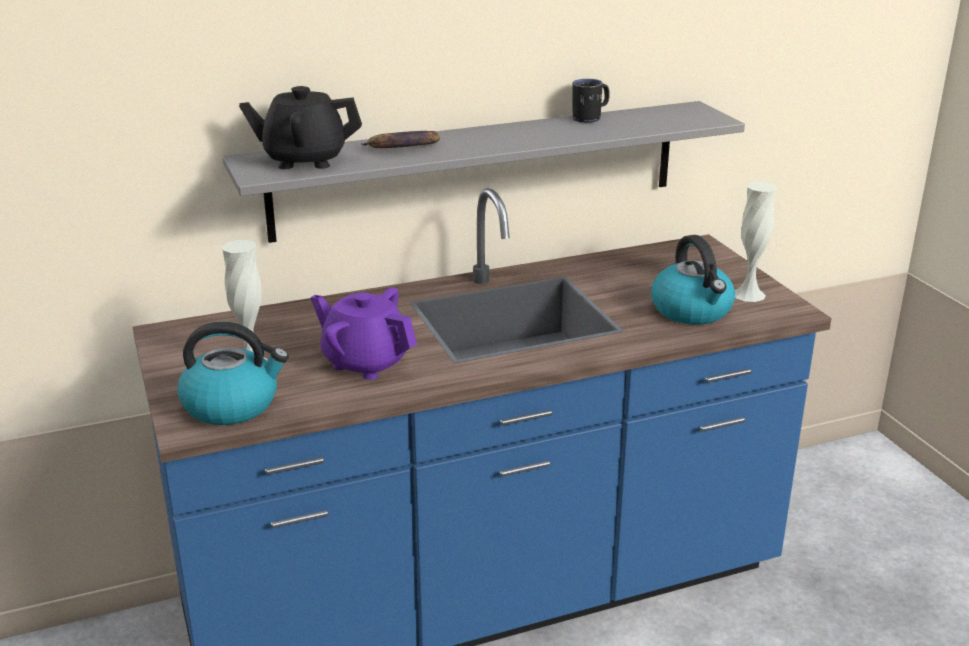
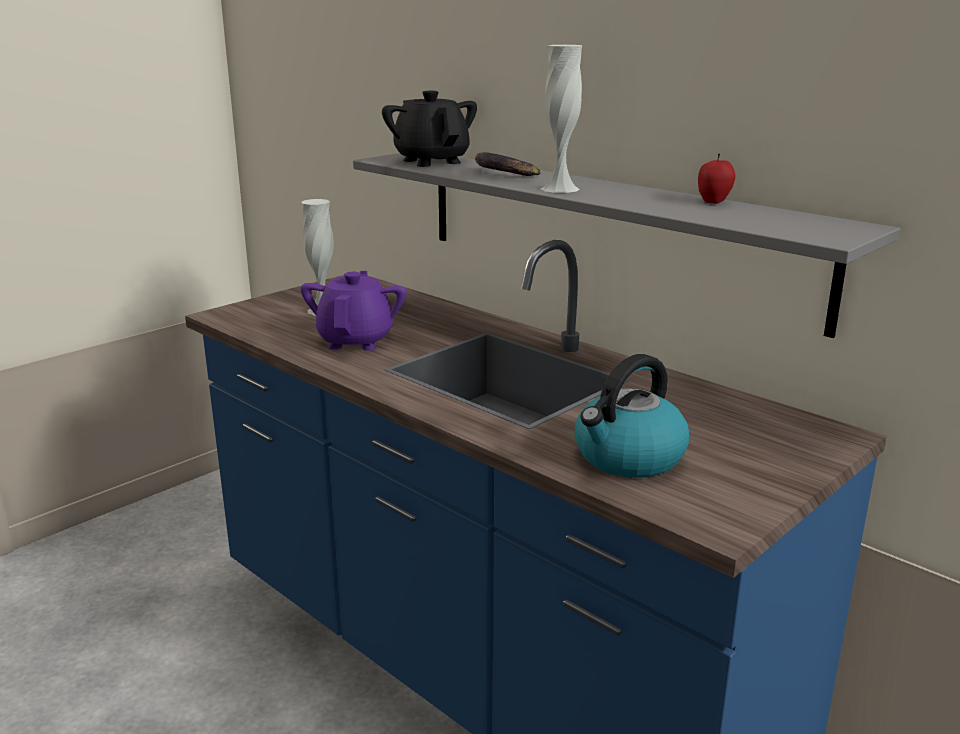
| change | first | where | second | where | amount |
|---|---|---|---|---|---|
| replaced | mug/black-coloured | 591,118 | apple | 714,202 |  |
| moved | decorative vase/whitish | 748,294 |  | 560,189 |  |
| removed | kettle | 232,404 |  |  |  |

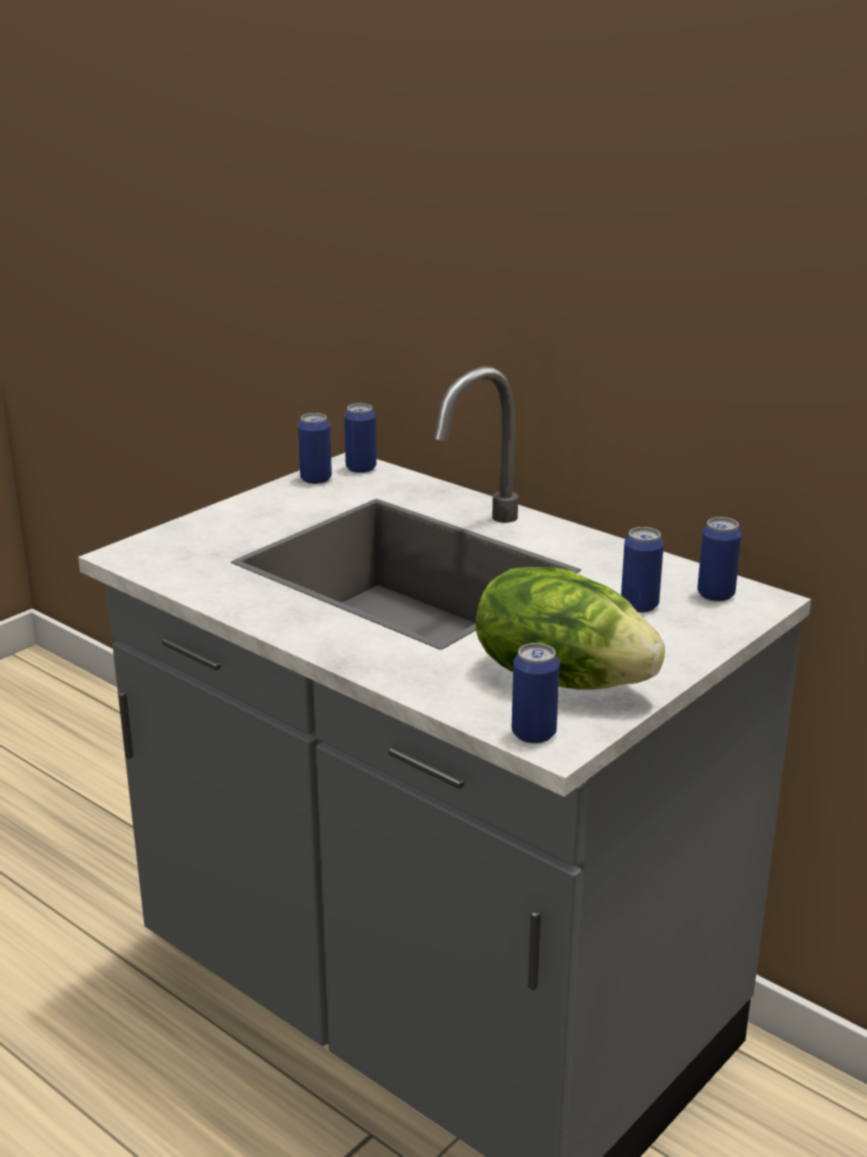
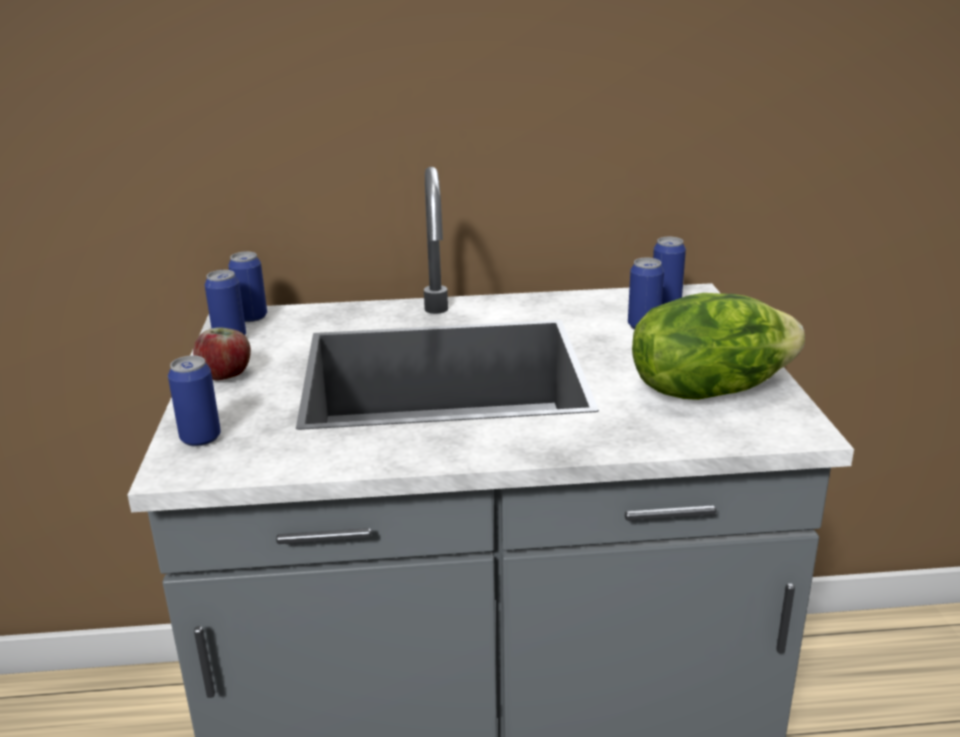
| change | first | where | second | where | amount |
|---|---|---|---|---|---|
| moved | metal can | 533,734 |  | 200,438 |  |
| added |  |  | apple | 226,375 |  |

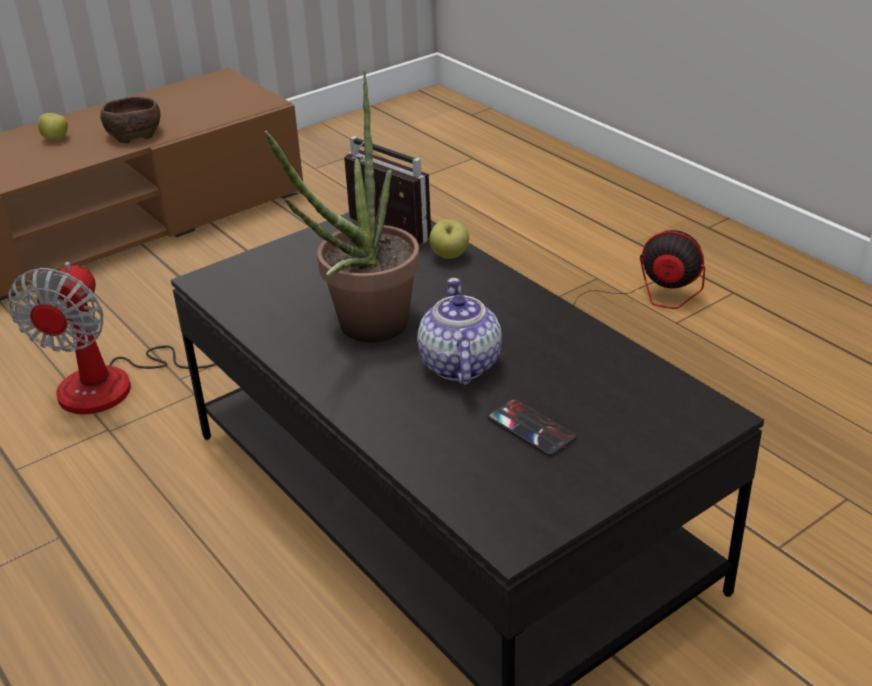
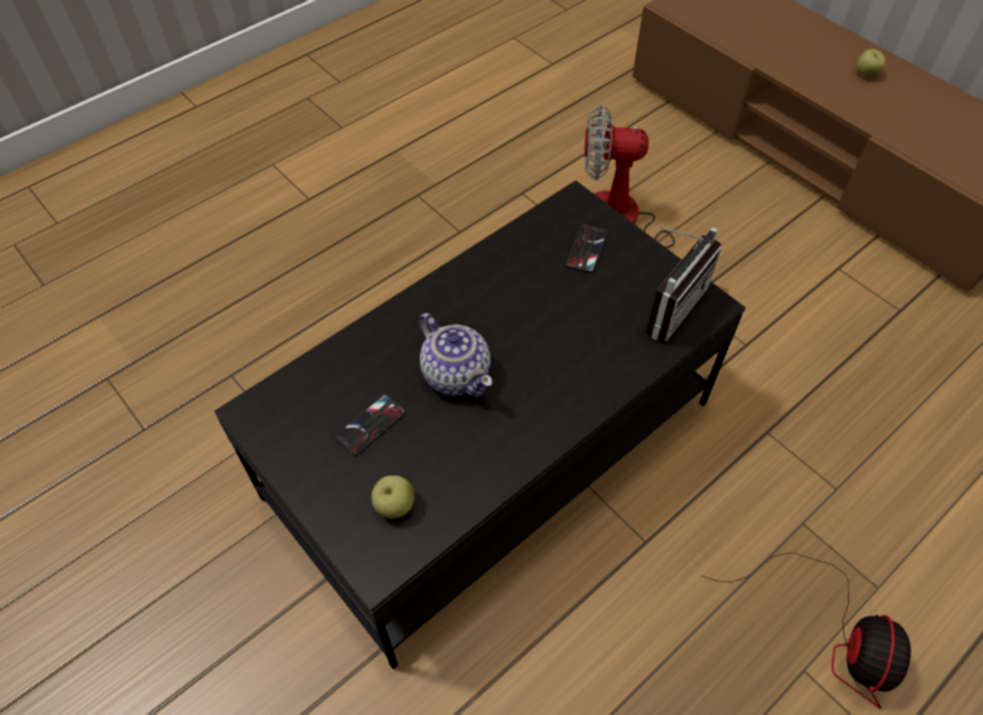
| change | first | where | second | where | amount |
|---|---|---|---|---|---|
| removed | houseplant | 364,331 |  |  |  |
| removed | serving bowl/brown | 133,134 |  |  |  |
| moved | apple | 449,256 |  | 394,506 |  |
| turned | tea pot | 459,365 |  | 456,374 | 60 degrees clockwise |
| added |  |  | phone | 586,249 |  |

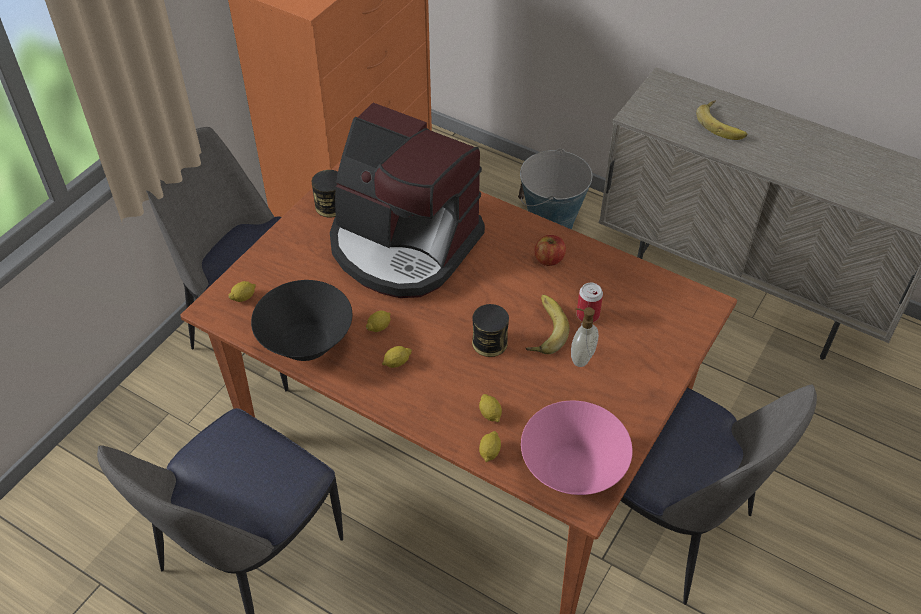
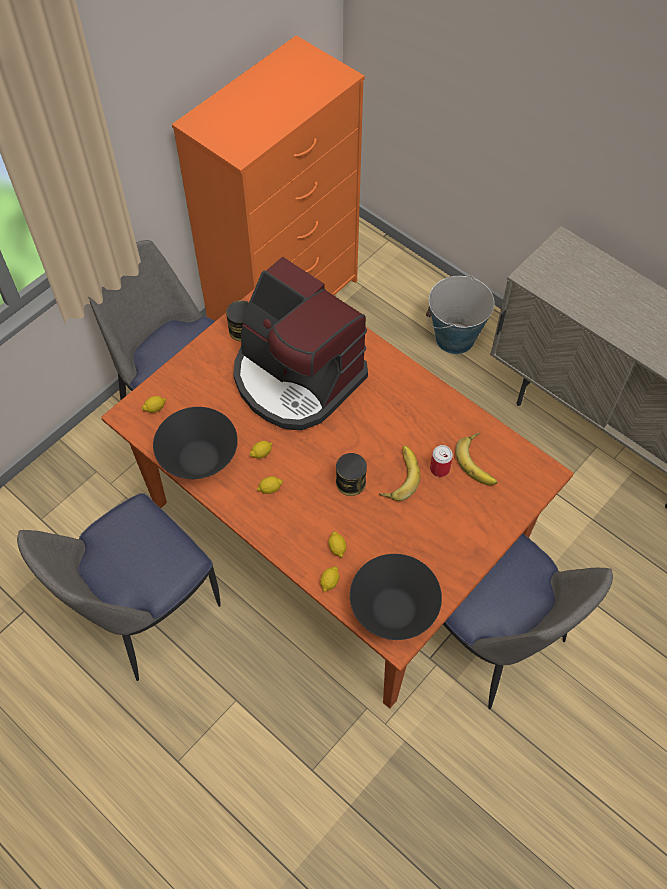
| change | first | where | second | where | amount |
|---|---|---|---|---|---|
| moved | banana fruit | 722,124 |  | 479,461 |  |
| removed | apple | 549,259 |  |  |  |
| removed | soap bottle | 581,357 |  |  |  |
| recoloured | serving bowl/pinkish | 573,470 | serving bowl/black-coloured | 394,609 |  |

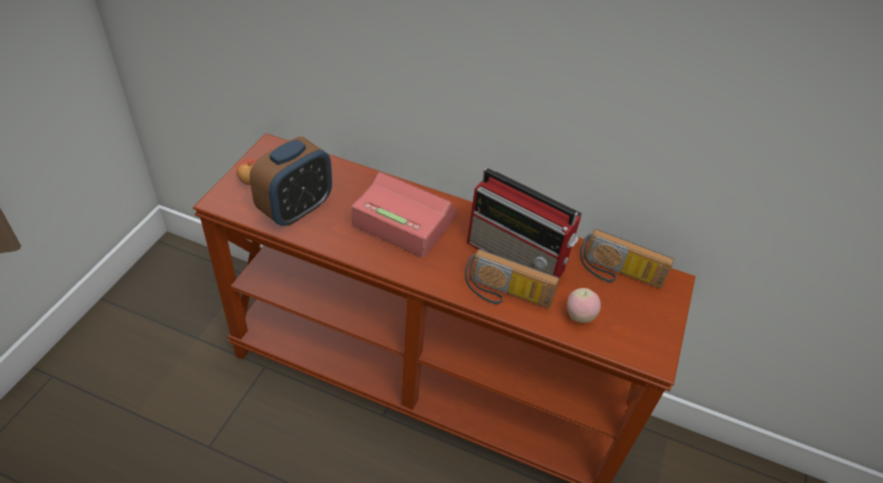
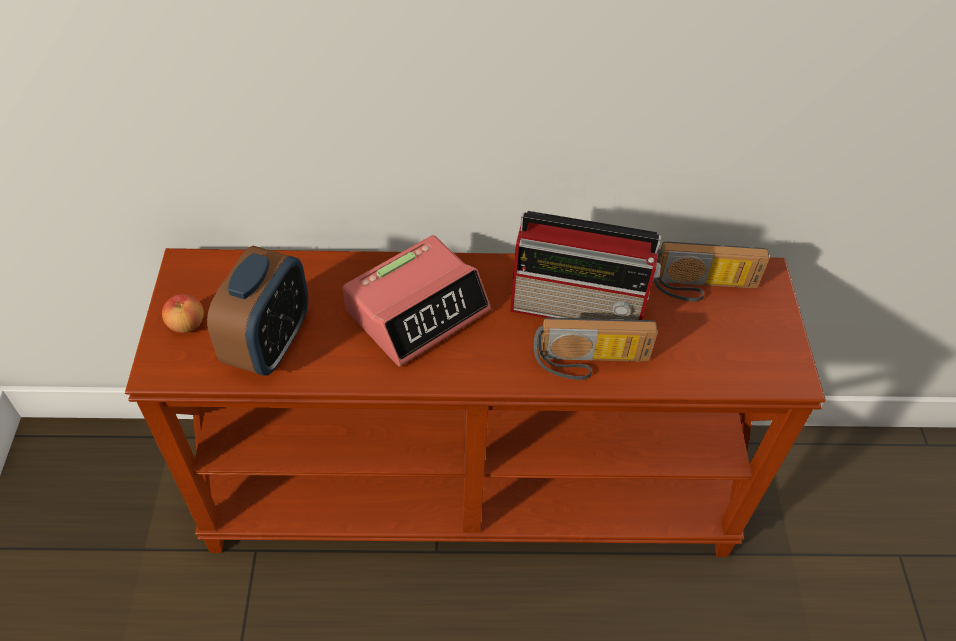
| change | first | where | second | where | amount |
|---|---|---|---|---|---|
| turned | bedside clock | 403,221 |  | 418,310 | 135 degrees clockwise |
| removed | apple | 579,316 |  |  |  |

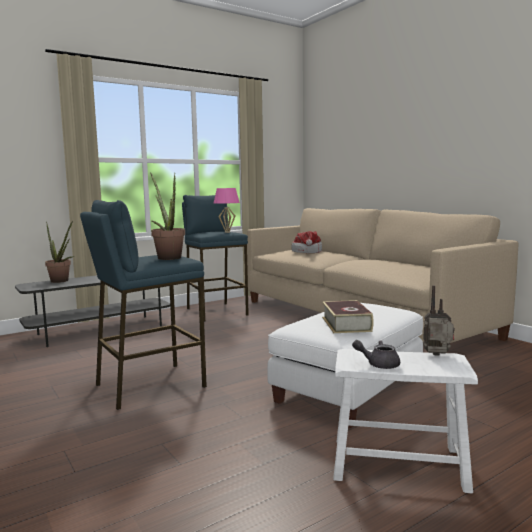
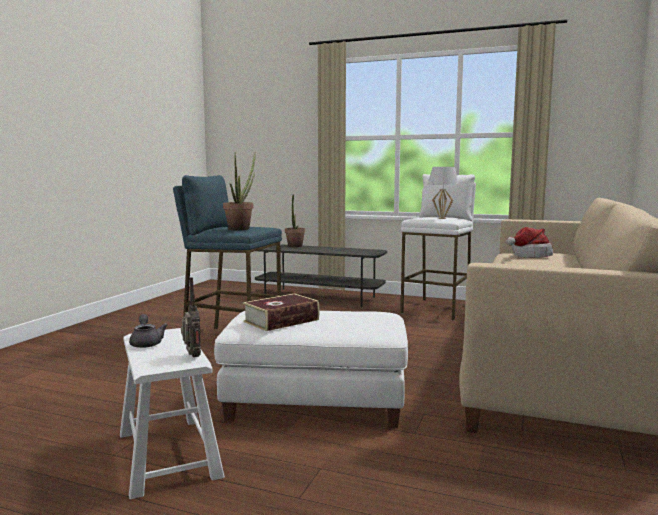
| change | first | where | second | where | amount |
|---|---|---|---|---|---|
| recoloured | lamp for a table/pinkish | 227,232 | lamp for a table/whitish | 441,218 |  |
| recoloured | sitting stool/bluish | 216,311 | sitting stool/whitish | 437,309 |  |

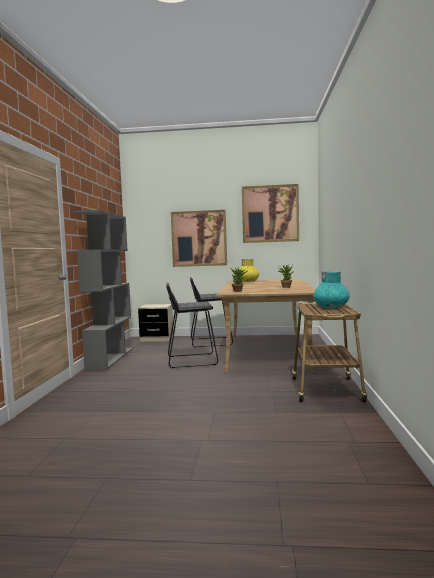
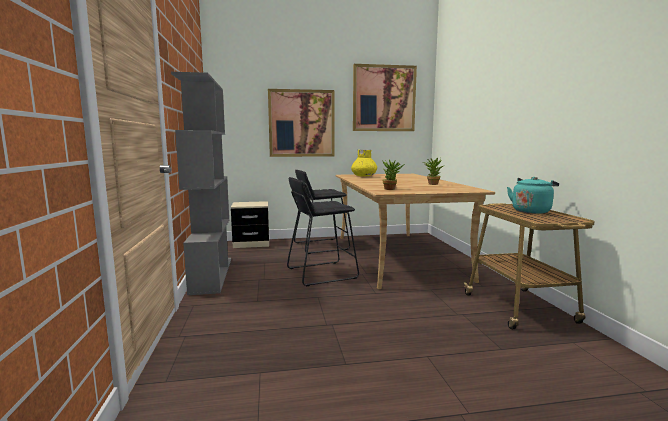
| change | first | where | second | where | amount |
|---|---|---|---|---|---|
| replaced | decorative vase/turquoise-coloured | 331,307 | kettle/turquoise-coloured | 531,211 |  |

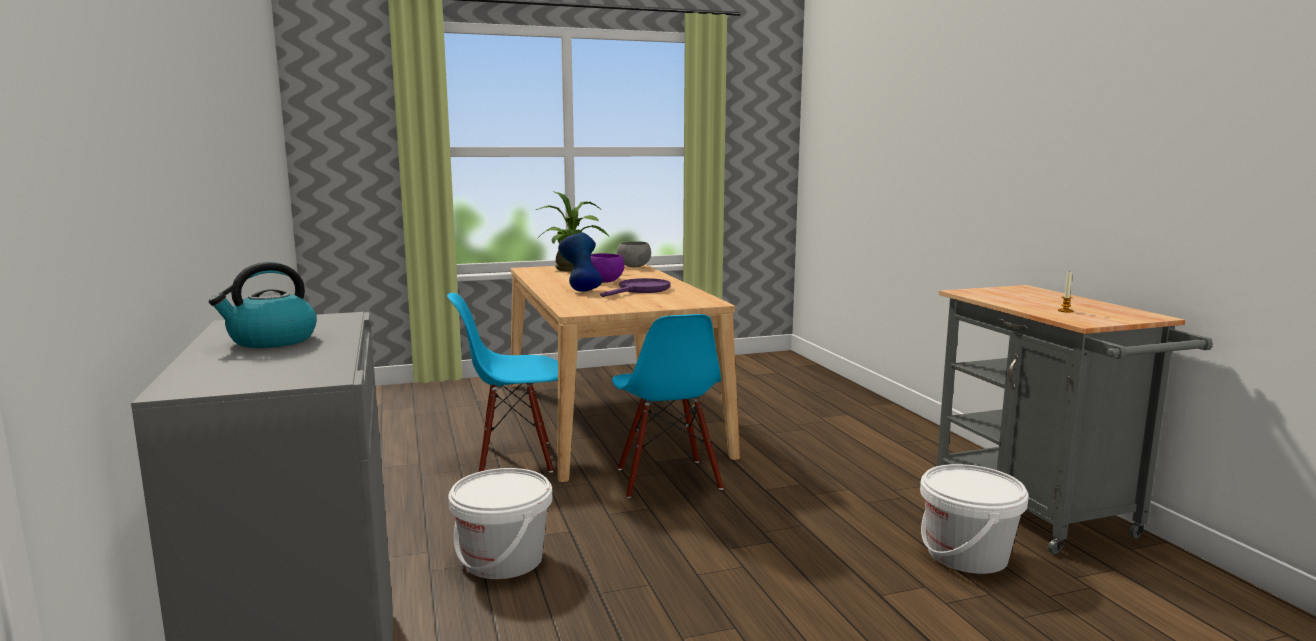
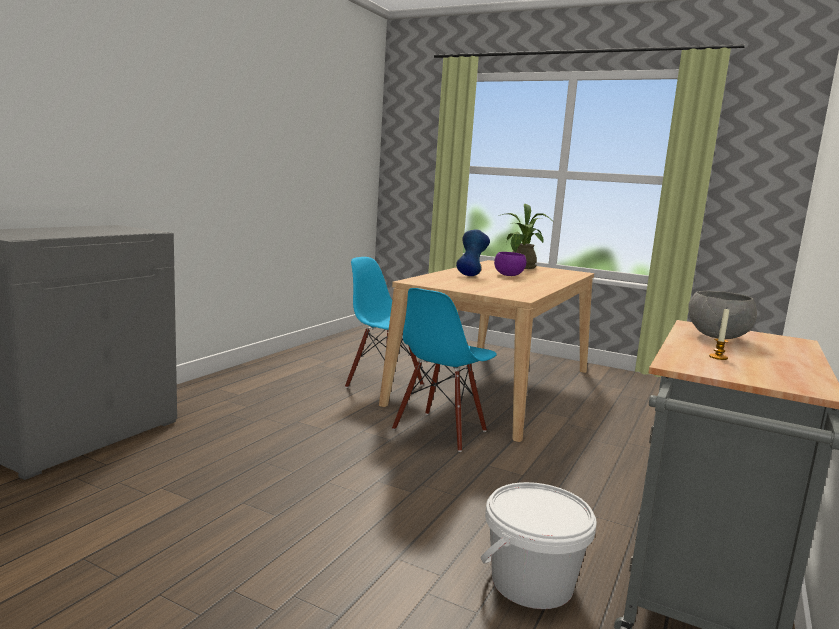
| change | first | where | second | where | amount |
|---|---|---|---|---|---|
| moved | serving bowl/grey | 634,267 |  | 718,337 |  |
| removed | kettle | 271,340 |  |  |  |
| removed | frying pan/purple-coloured | 640,290 |  |  |  |
| removed | water bucket/whitish | 503,560 |  |  |  |

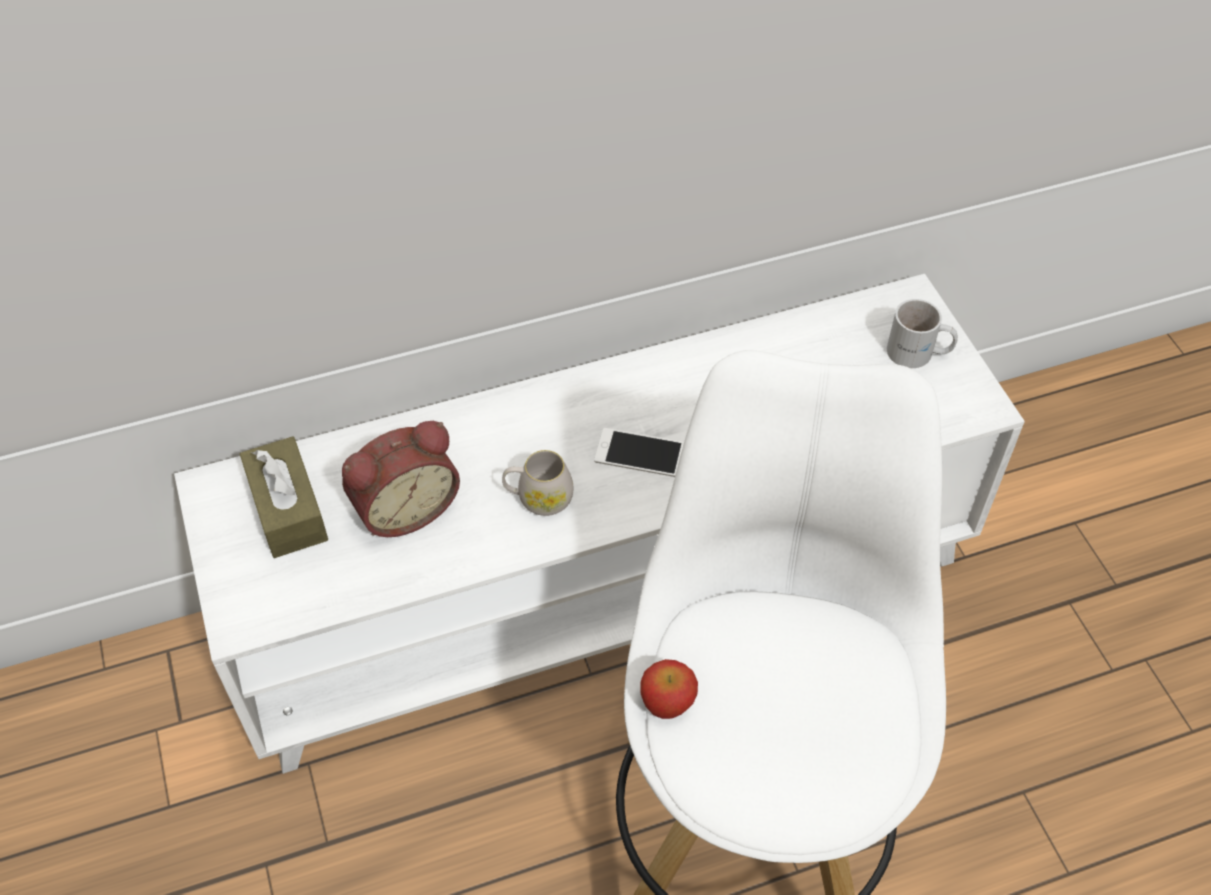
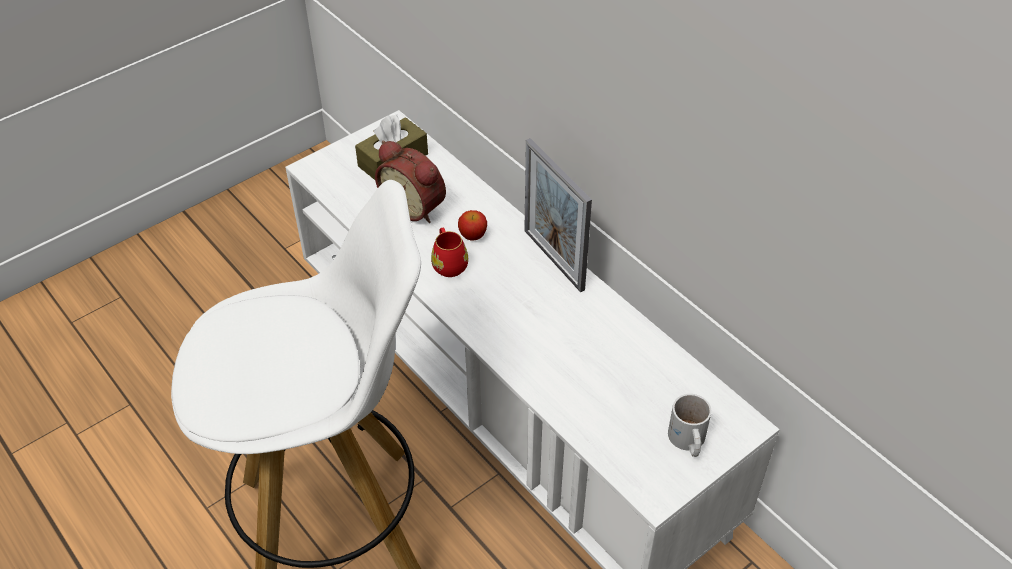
| change | first | where | second | where | amount |
|---|---|---|---|---|---|
| removed | phone | 641,453 |  |  |  |
| recoloured | mug/whitish | 538,498 | mug/red | 448,263 |  |
| moved | apple | 667,702 |  | 473,235 |  |
| added |  |  | picture frame | 553,260 |  |

